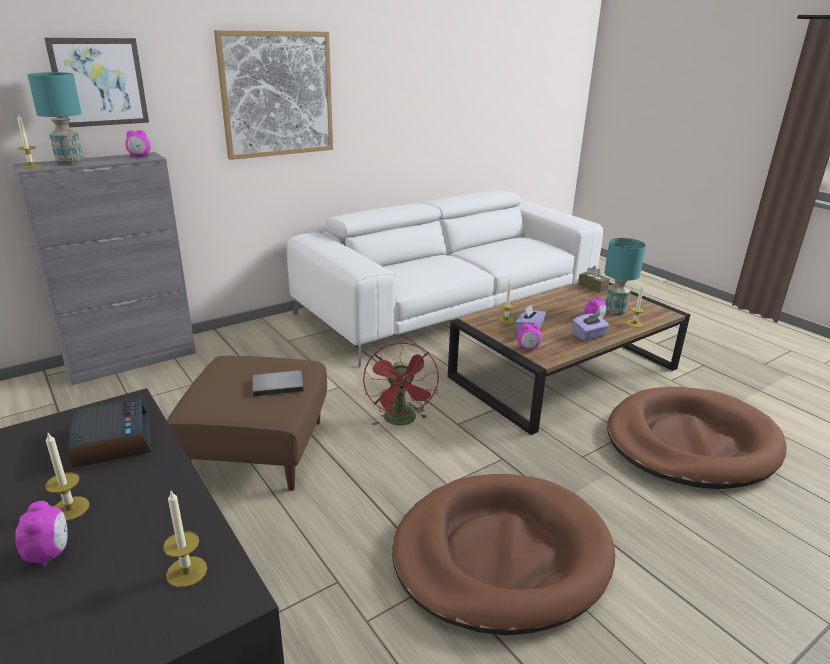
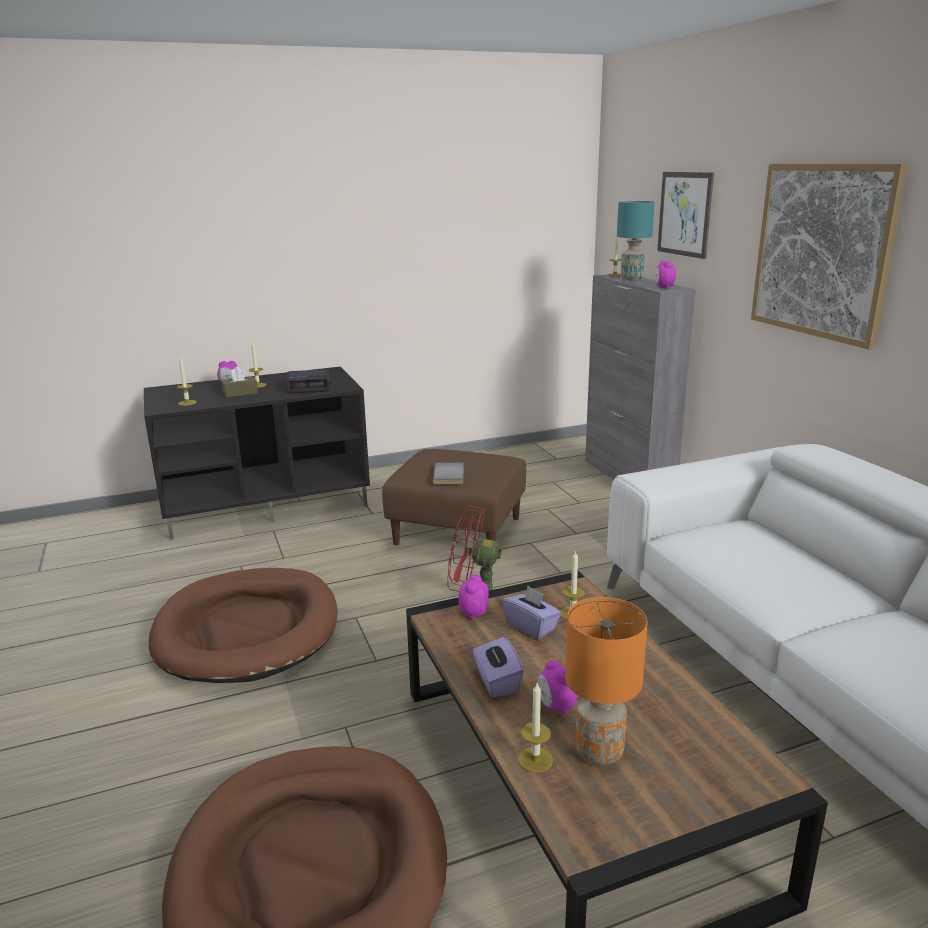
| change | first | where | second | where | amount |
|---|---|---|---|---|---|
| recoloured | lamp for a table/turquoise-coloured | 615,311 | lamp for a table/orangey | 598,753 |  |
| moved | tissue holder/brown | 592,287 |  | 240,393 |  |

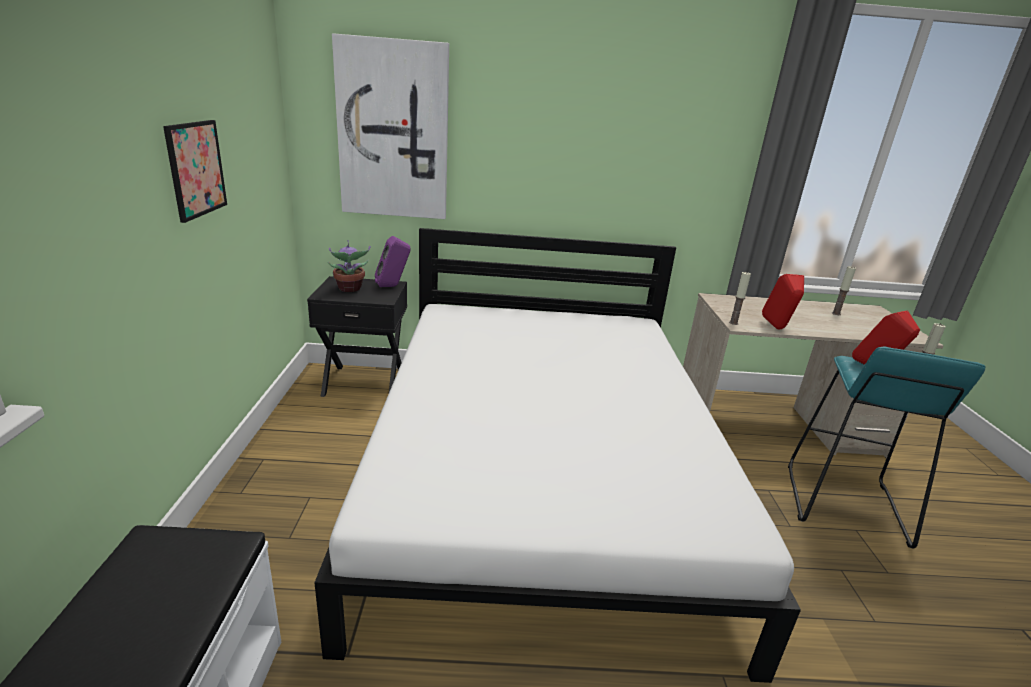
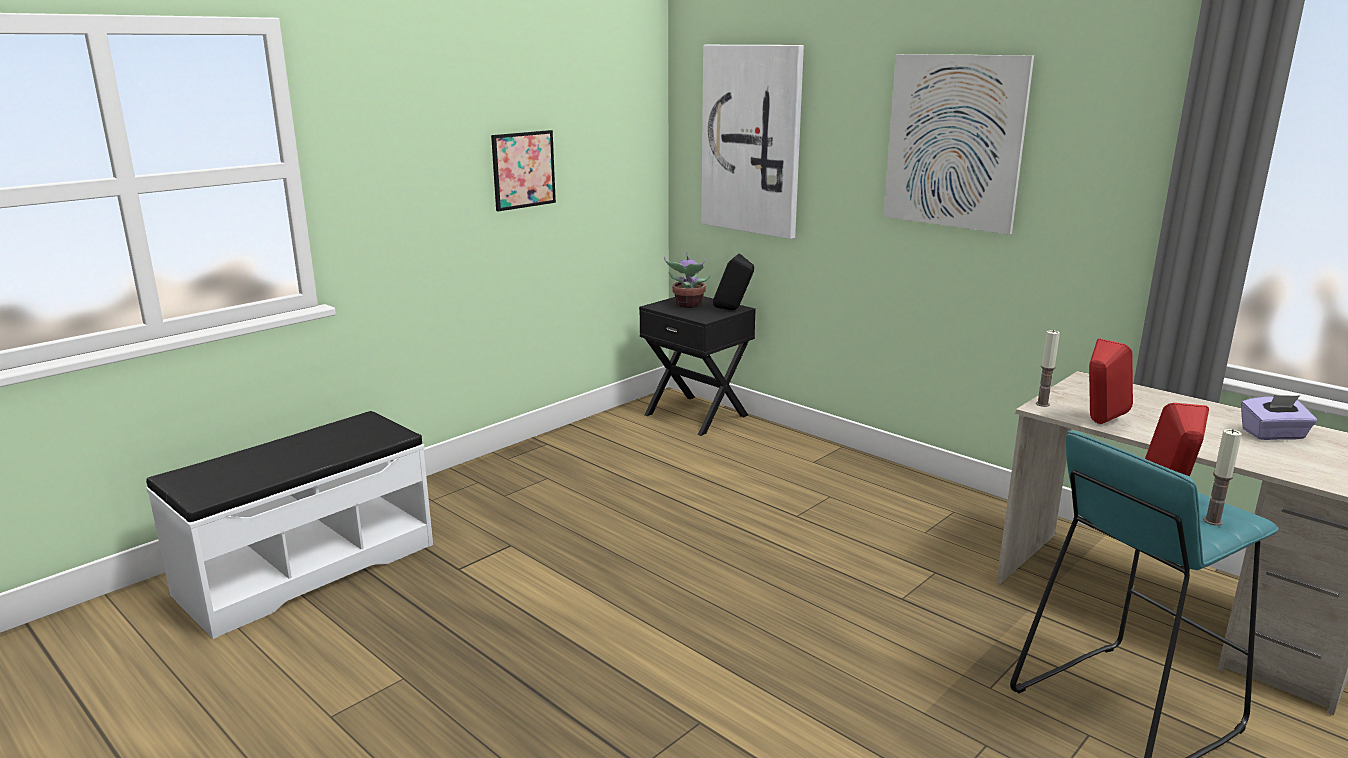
| change | first | where | second | where | amount |
|---|---|---|---|---|---|
| removed | bed/whitish | 540,477 |  |  |  |
| recoloured | speaker/purple-coloured | 393,286 | speaker/black-coloured | 733,309 |  |
| replaced | wax light | 836,313 | tissue holder/purple-coloured | 1273,435 |  |
| added |  |  | wall art | 954,142 |  |

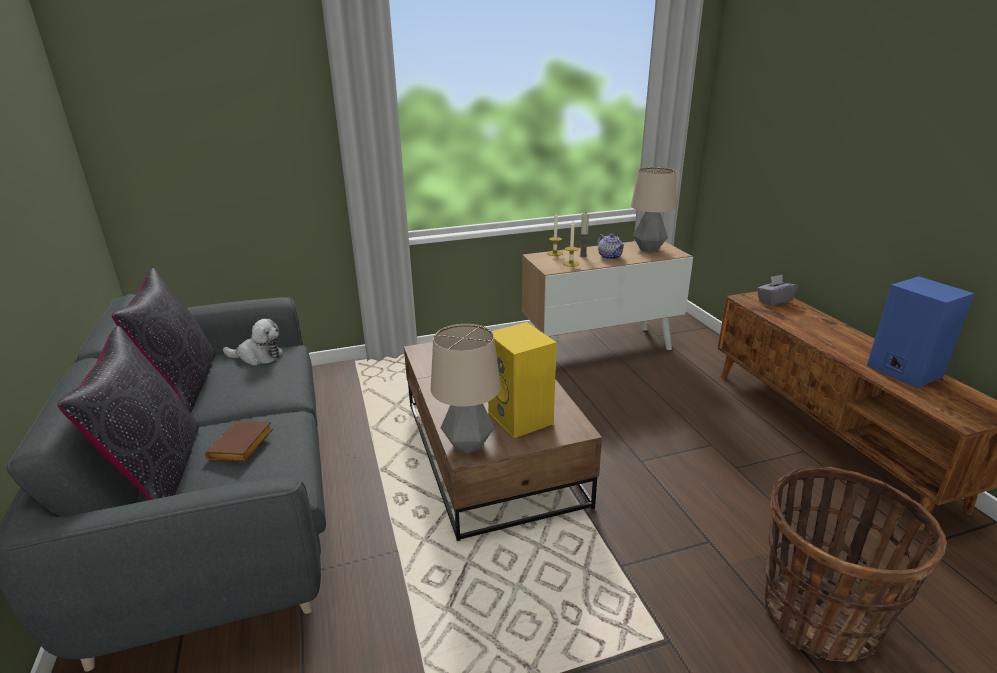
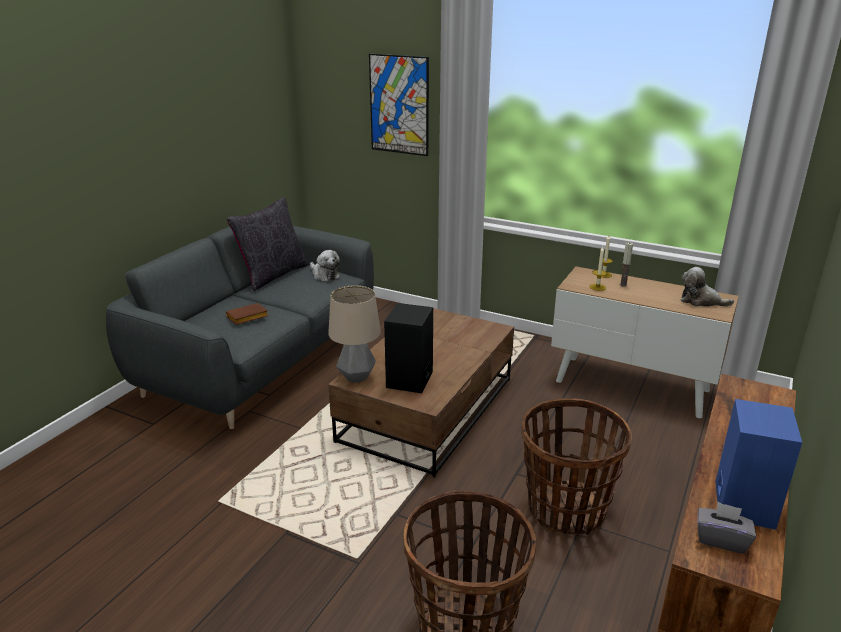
| change | first | where | second | where | amount |
|---|---|---|---|---|---|
| replaced | lamp for a table | 649,249 | cuddly toy | 701,301 |  |
| removed | tea pot | 610,256 |  |  |  |
| moved | tissue holder/grey | 774,300 |  | 721,540 |  |
| recoloured | speaker/yellow | 522,418 | speaker/black-coloured | 410,380 |  |
| removed | throw pillow/black-coloured | 158,471 |  |  |  |
| added |  |  | wall art | 399,105 |  |
| added |  |  | storage basket | 566,510 |  |

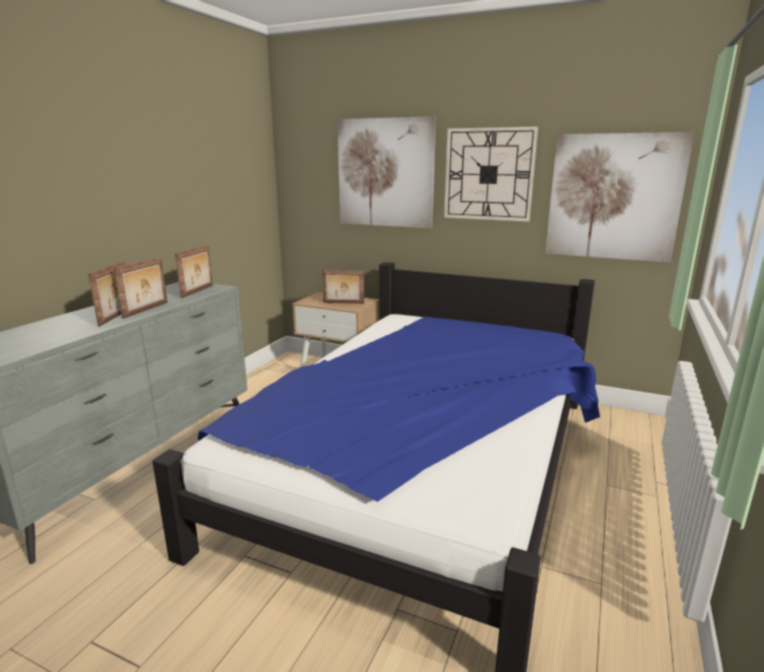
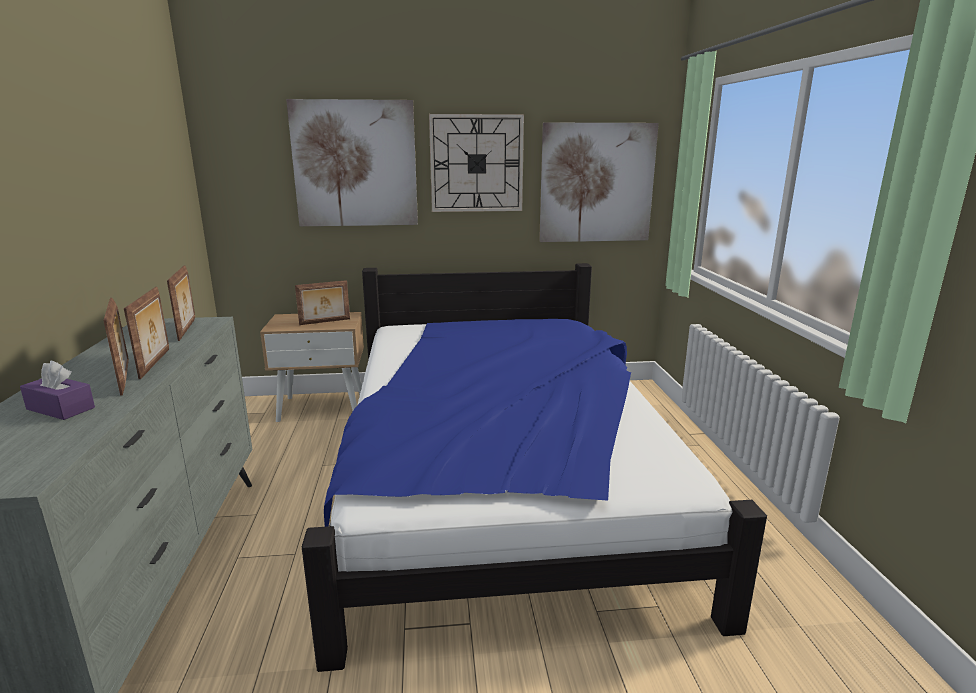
| change | first | where | second | where | amount |
|---|---|---|---|---|---|
| added |  |  | tissue holder/purple-coloured | 60,408 |  |

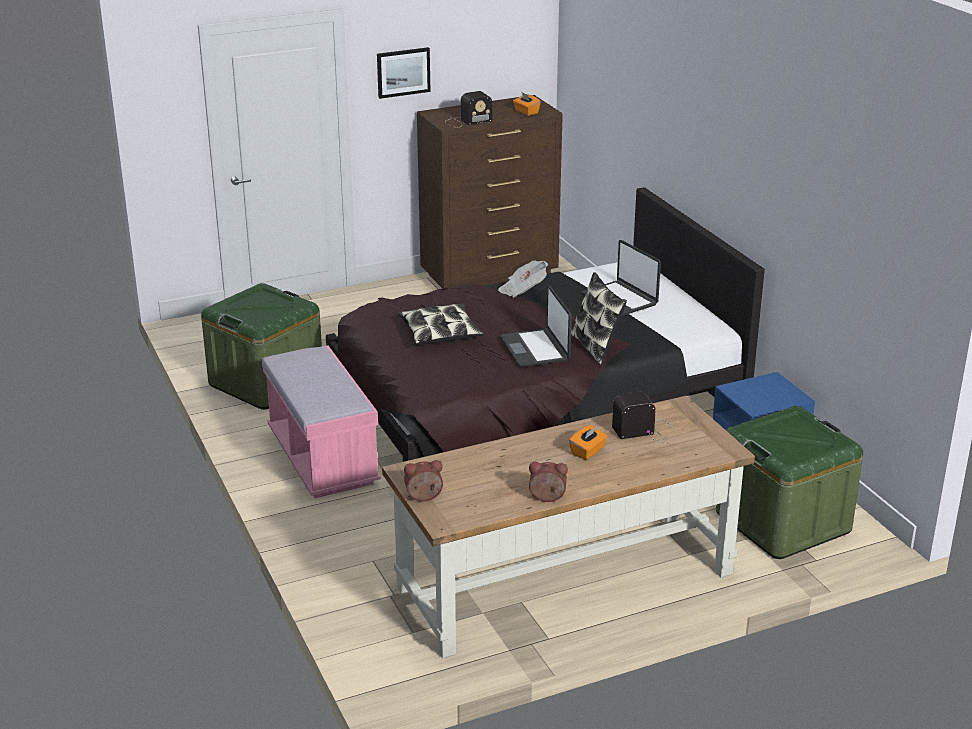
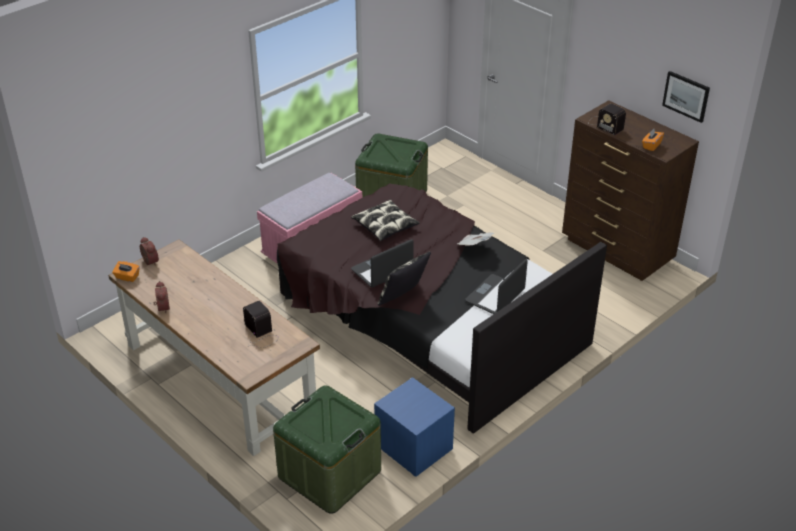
| change | first | where | second | where | amount |
|---|---|---|---|---|---|
| moved | wall art | 403,72 |  | 686,96 |  |
| moved | tissue holder/orangey | 588,452 |  | 127,277 |  |

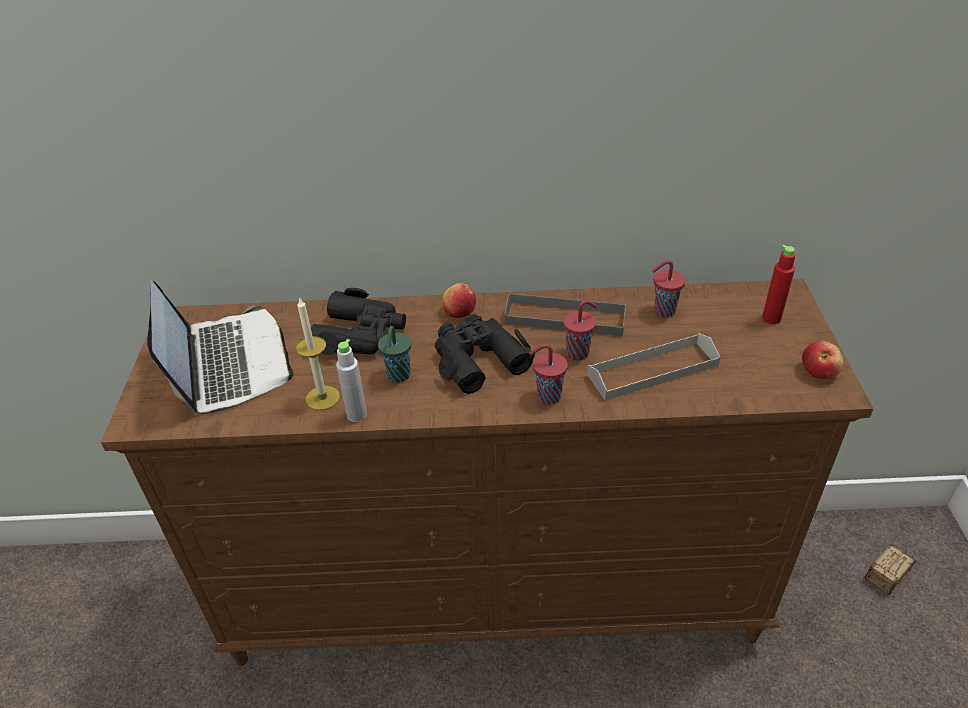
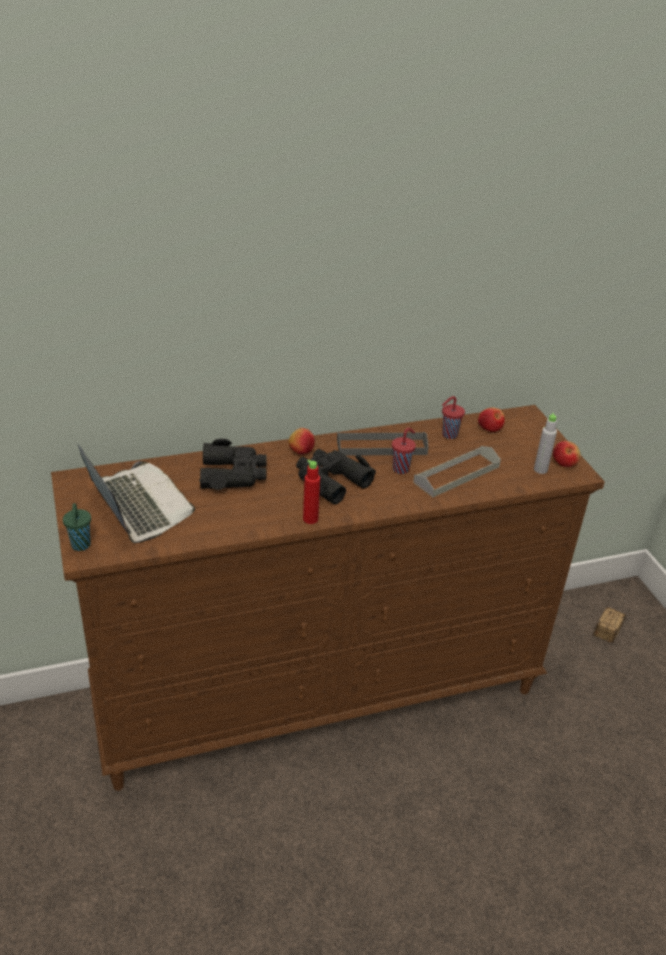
| change | first | where | second | where | amount |
|---|---|---|---|---|---|
| moved | drink bottle/red | 771,318 |  | 310,519 |  |
| removed | wax light | 322,398 |  |  |  |
| moved | small cup/greenish | 398,376 |  | 80,546 |  |
| moved | drink bottle/grey | 357,415 |  | 540,469 |  |
| removed | small cup/red | 547,396 |  |  |  |
| added |  |  | apple | 490,428 |  |

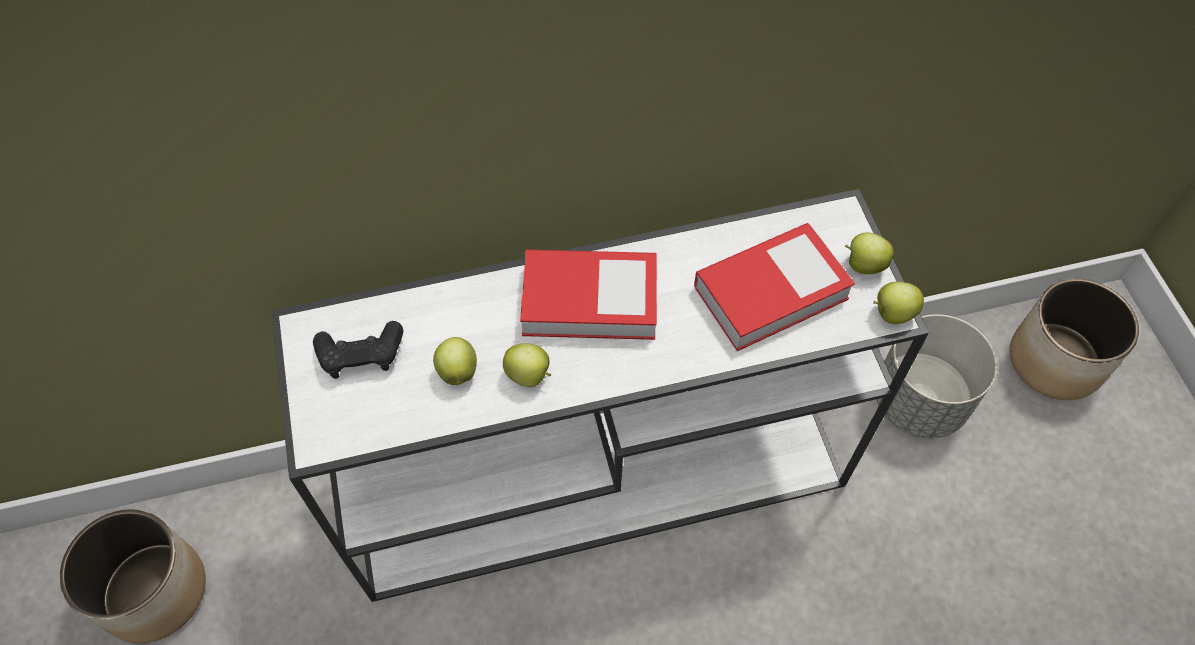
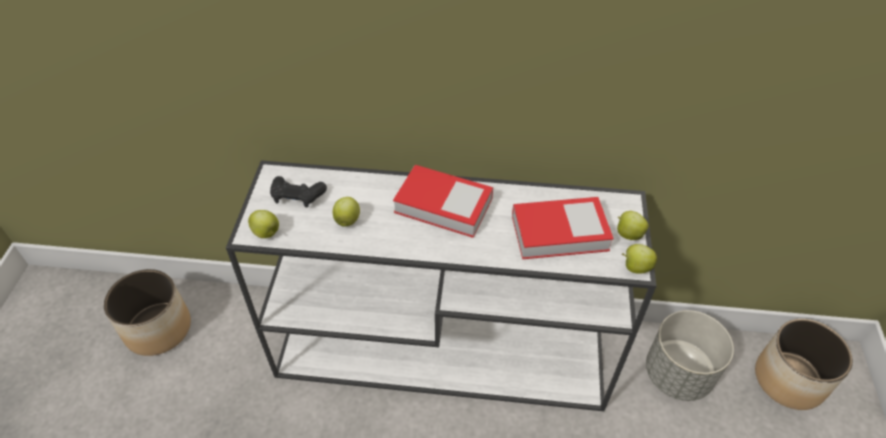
| change | first | where | second | where | amount |
|---|---|---|---|---|---|
| moved | apple | 529,375 |  | 266,233 |  |

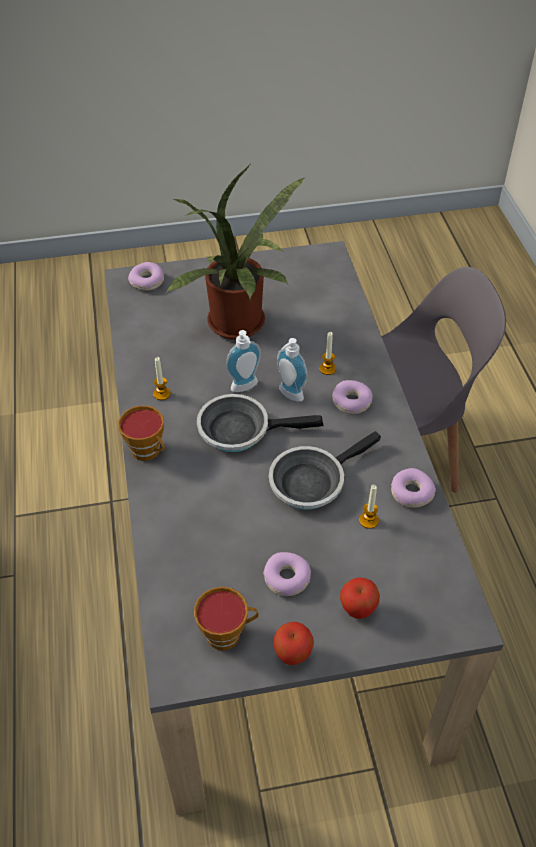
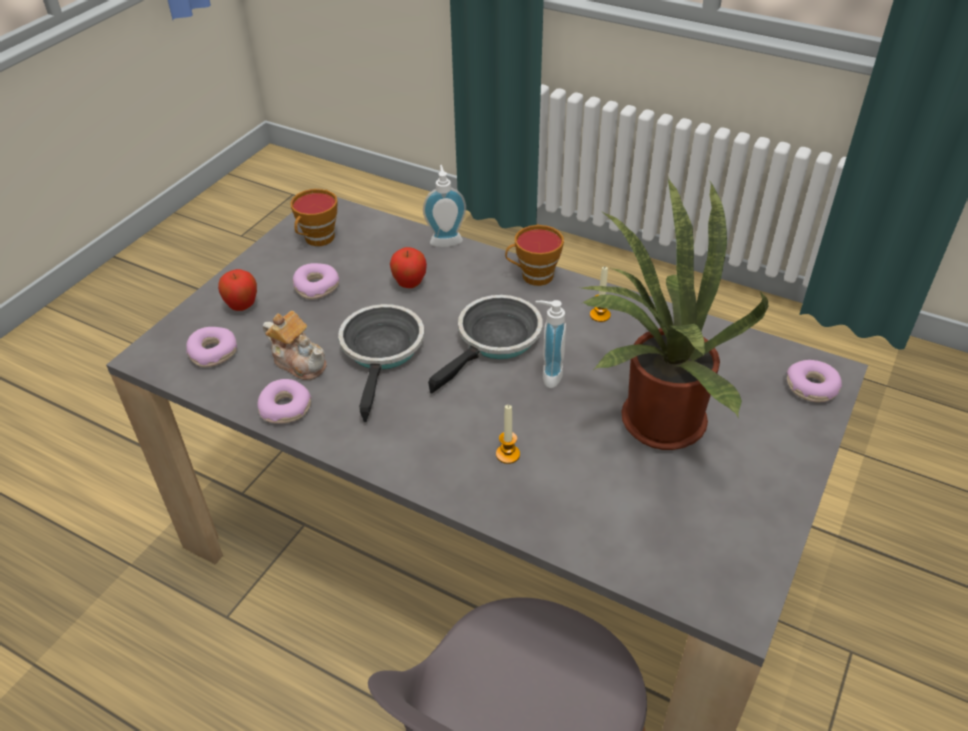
| change | first | where | second | where | amount |
|---|---|---|---|---|---|
| moved | soap bottle | 288,395 |  | 445,240 |  |
| moved | doughnut | 351,402 |  | 213,352 |  |
| replaced | wax light | 369,520 | tea pot | 299,362 |  |
| moved | apple | 292,655 |  | 410,284 |  |

